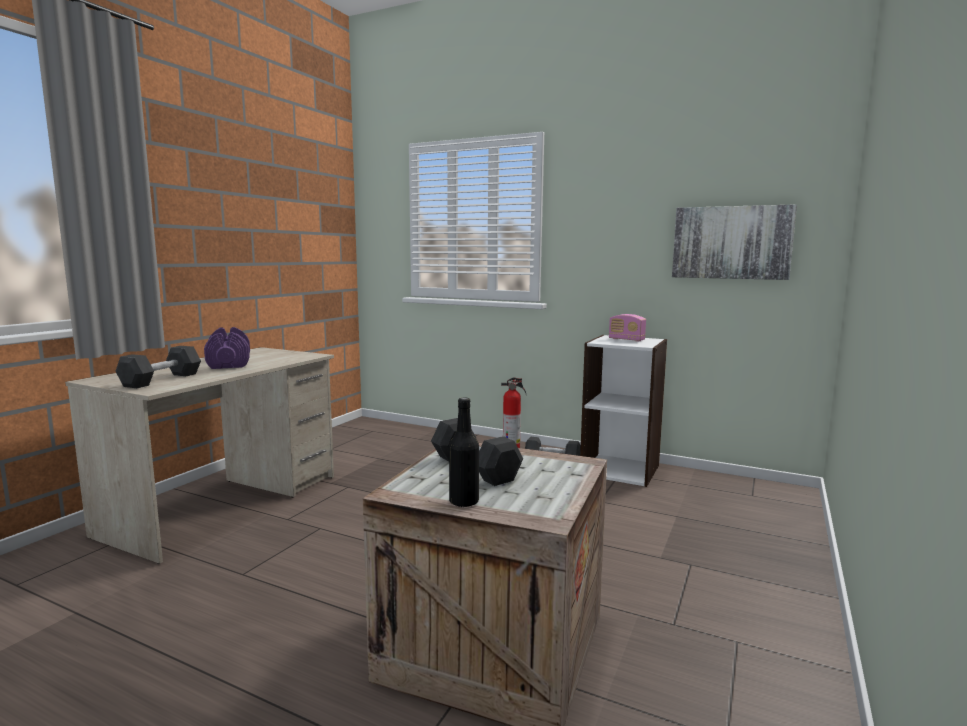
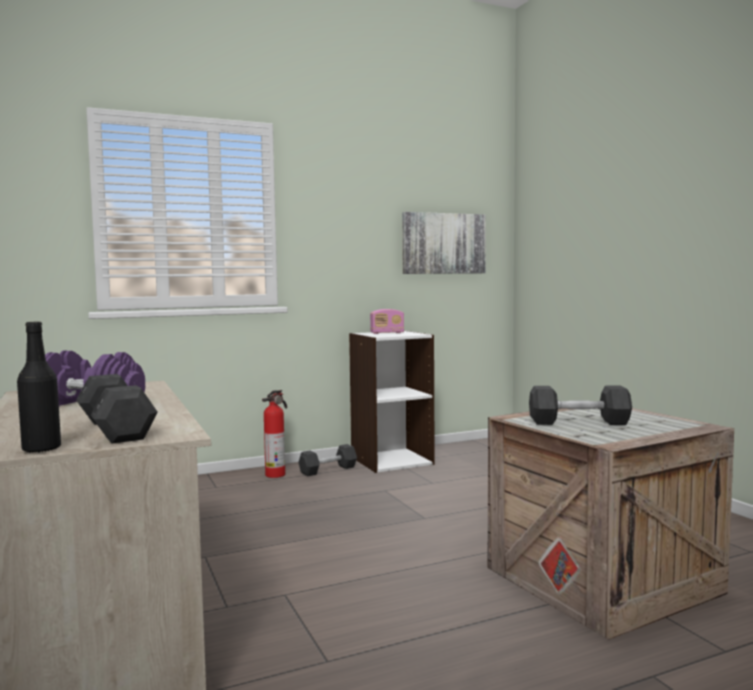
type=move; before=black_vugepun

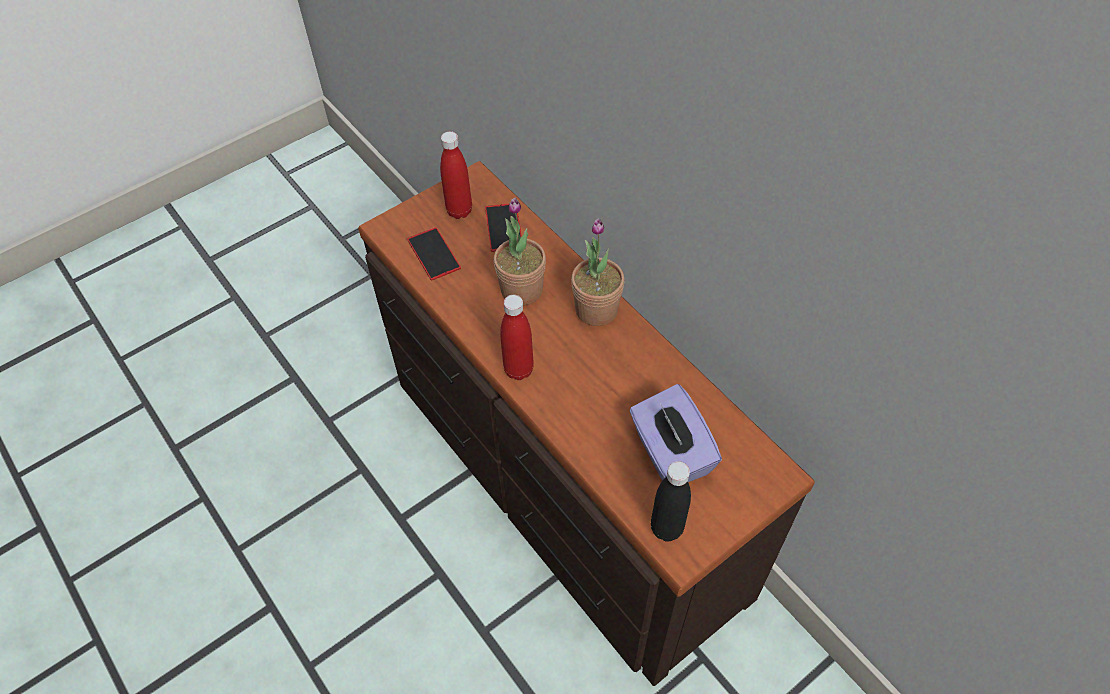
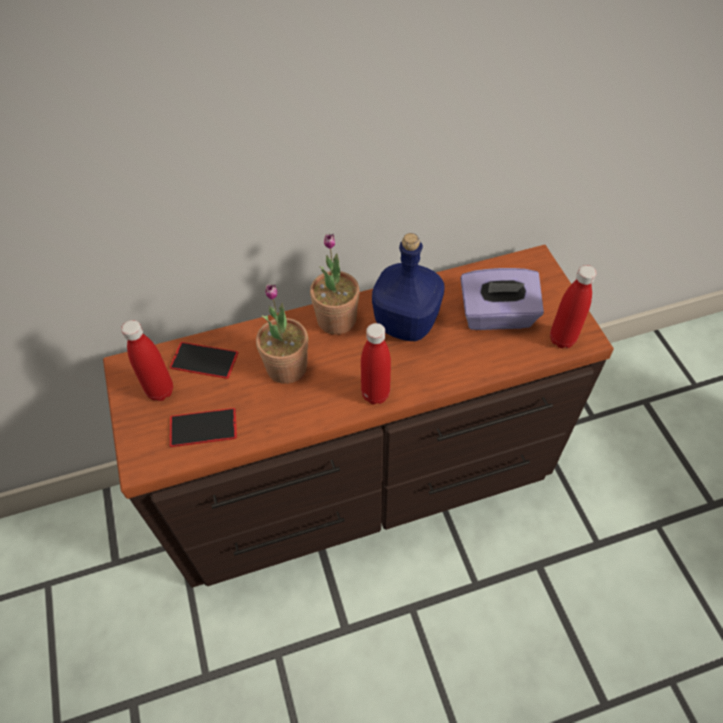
type=recolor; before=black_vugepun; after=red_vugepun (3rd from left)
type=insert; after=blue_vugepun

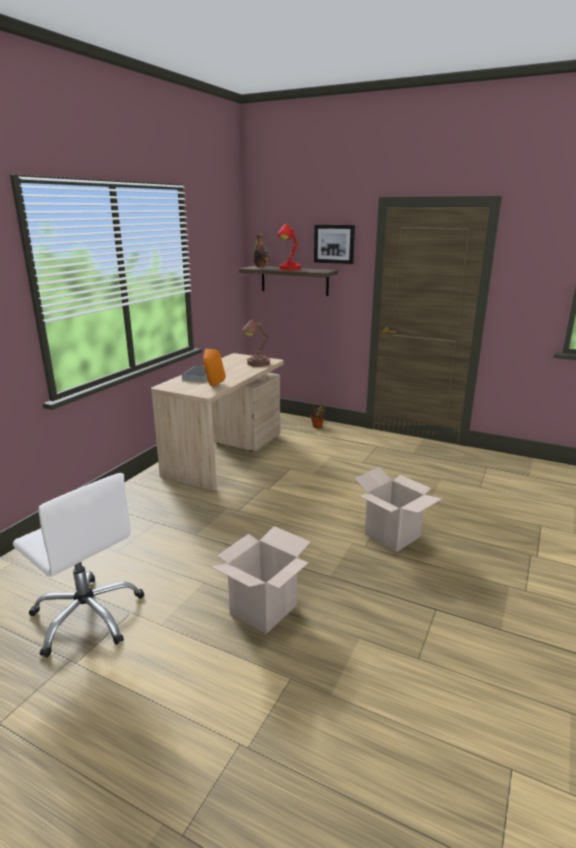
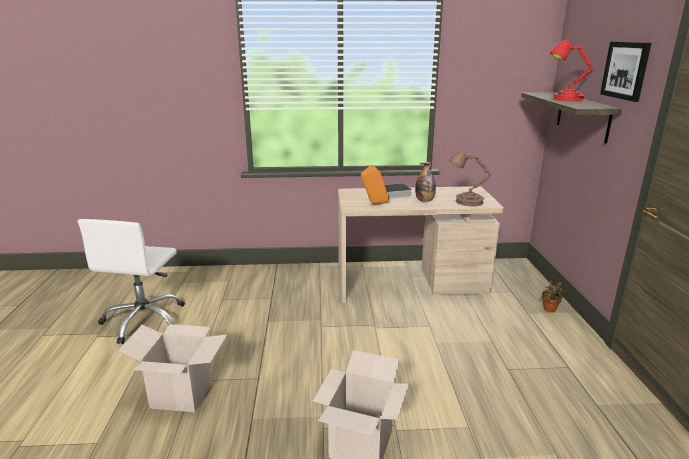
type=move; before=vugepun

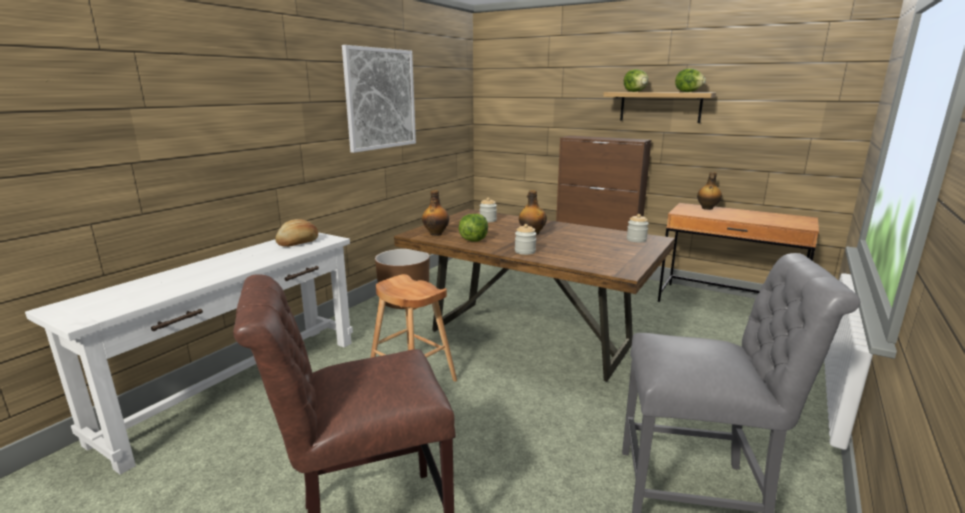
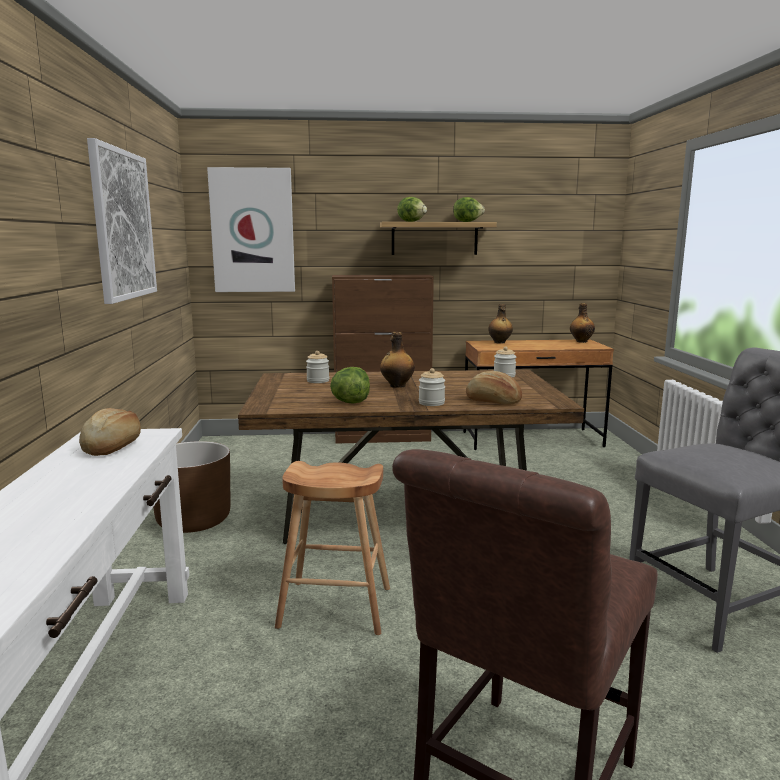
type=move; before=vugepun (1st from left in the first image); after=vugepun (3rd from left)
type=insert; after=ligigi (2nd from left)
type=insert; after=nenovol (2nd from left)

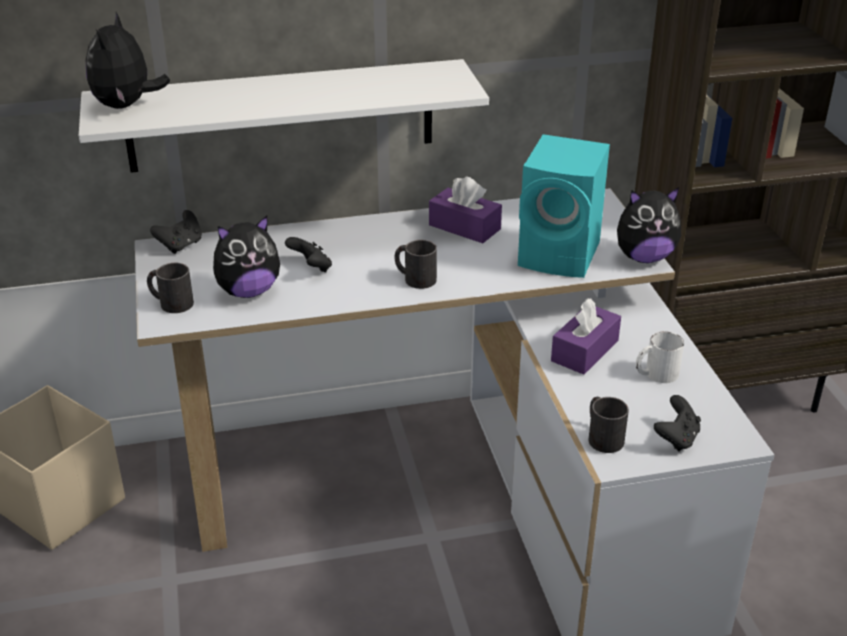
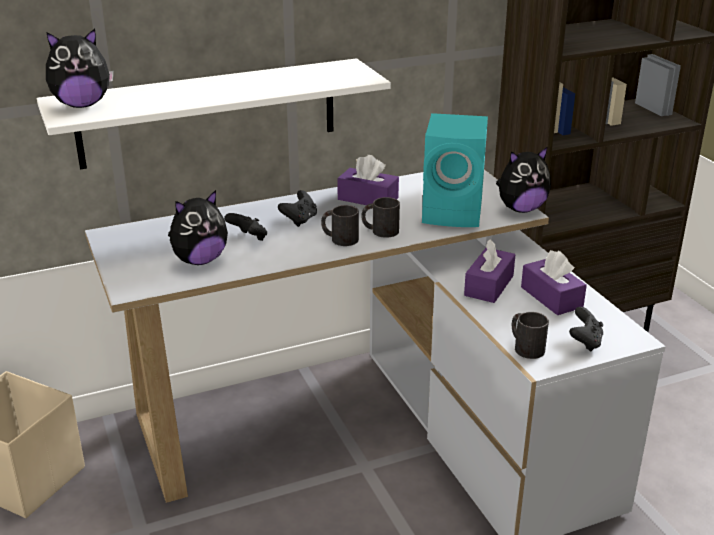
type=rotate; before=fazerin (1st from left); turn=-105
type=move; before=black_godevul (1st from left in the first image); after=black_godevul (2nd from left)
type=move; before=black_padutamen (1st from left in the first image); after=black_padutamen (2nd from left)
type=replace; before=white_padutamen; after=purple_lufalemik (3rd from left)

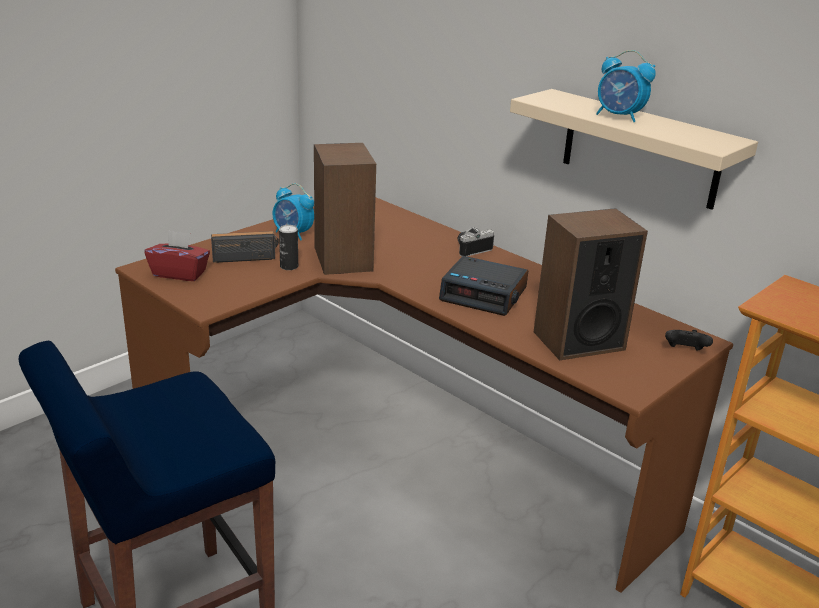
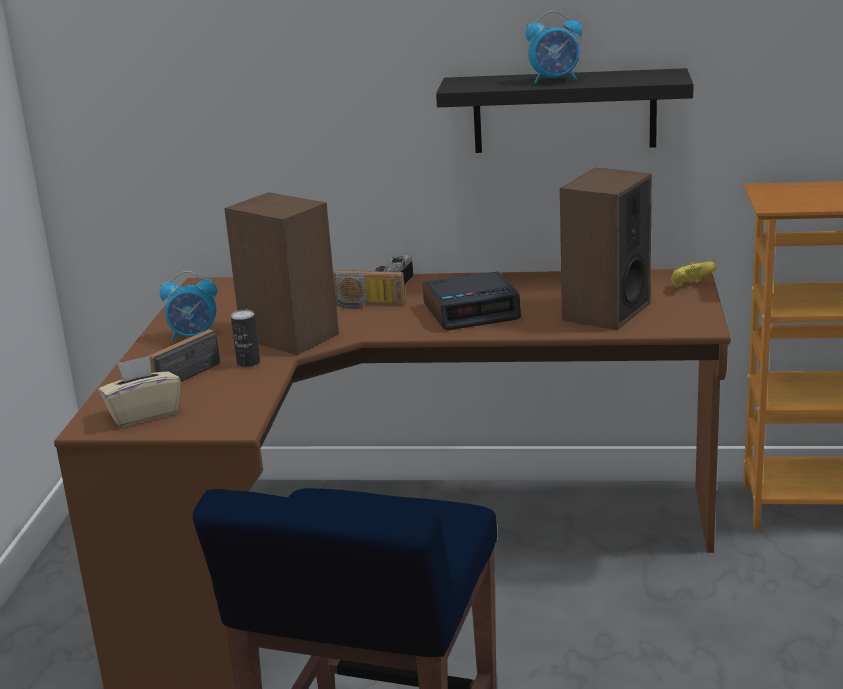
type=recolor; before=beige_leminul; after=black_leminul
type=recolor; before=red_lufalemik; after=beige_lufalemik
type=recolor; before=black_godevul; after=yellow_godevul
type=insert; after=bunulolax (2nd from left)

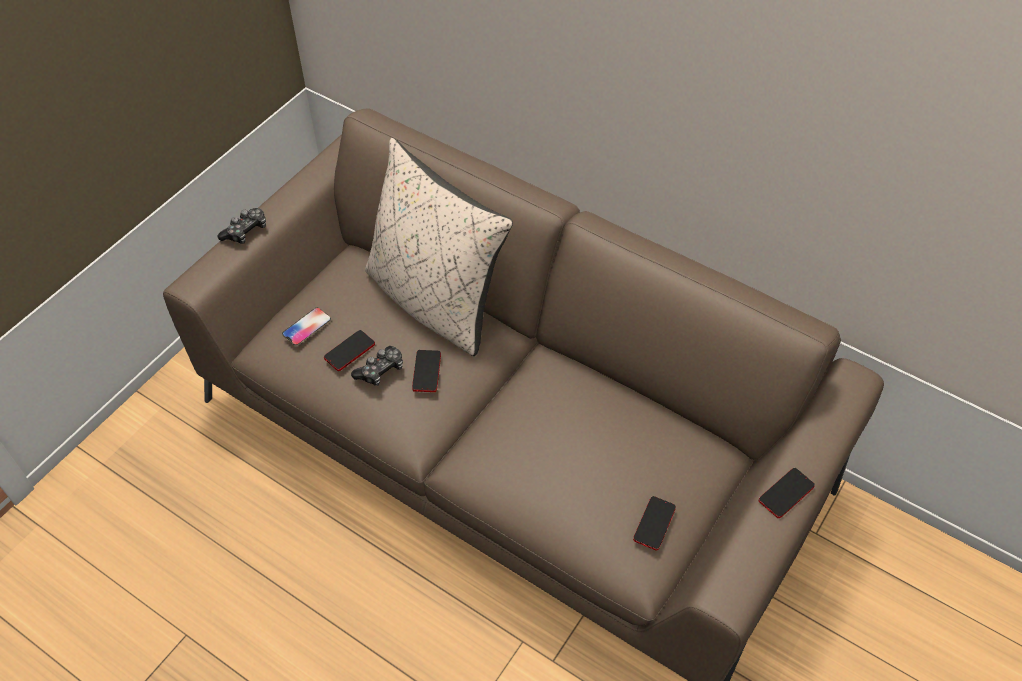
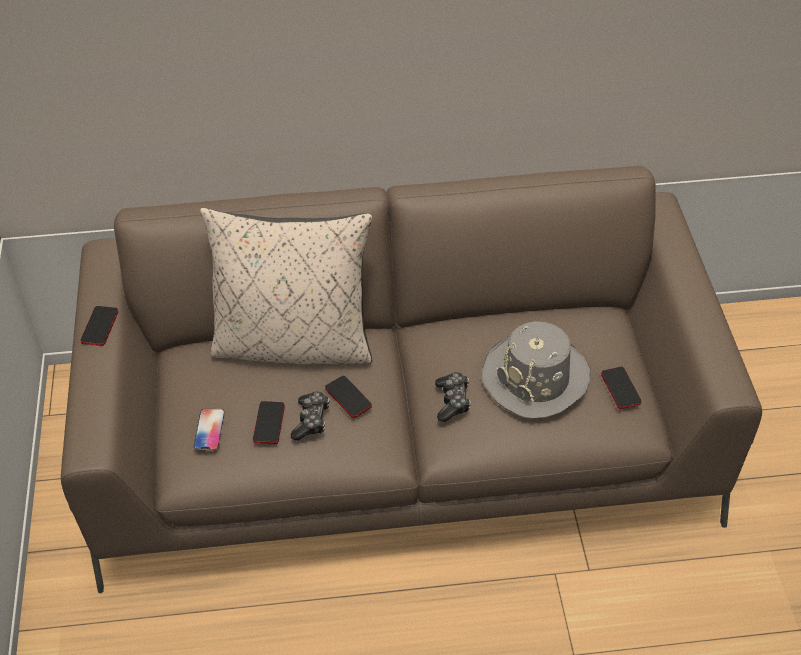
type=move; before=godevul (1st from left in the first image); after=godevul (2nd from left)
type=move; before=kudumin (5th from left in the first image); after=kudumin (1st from left)
type=insert; after=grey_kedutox

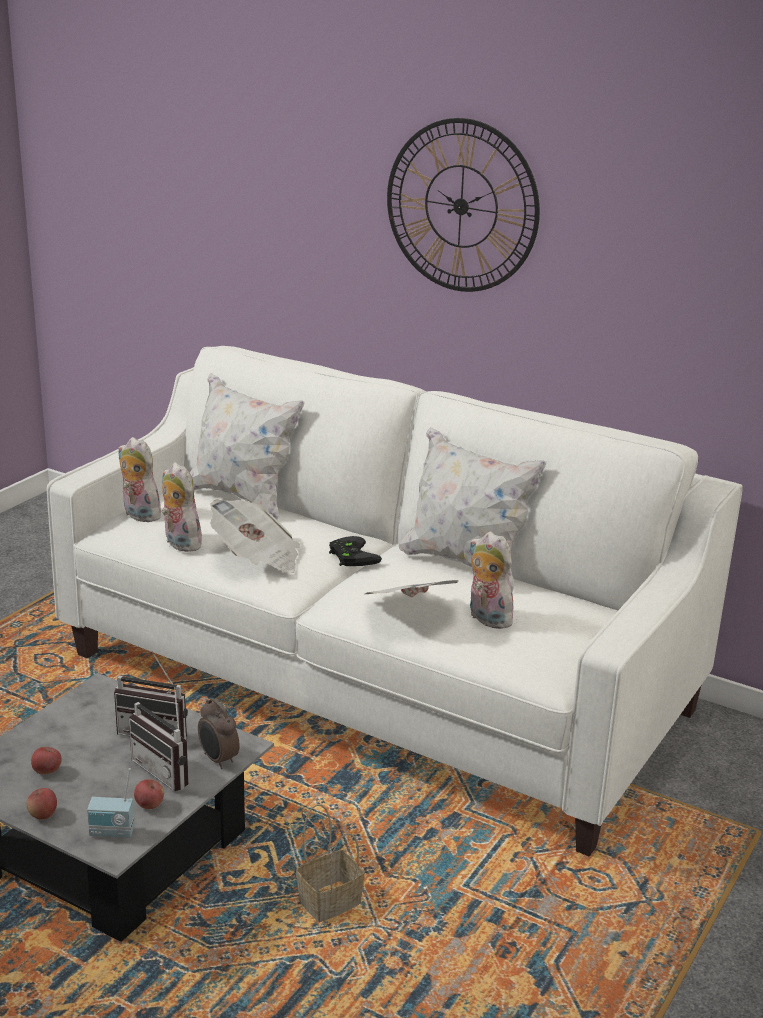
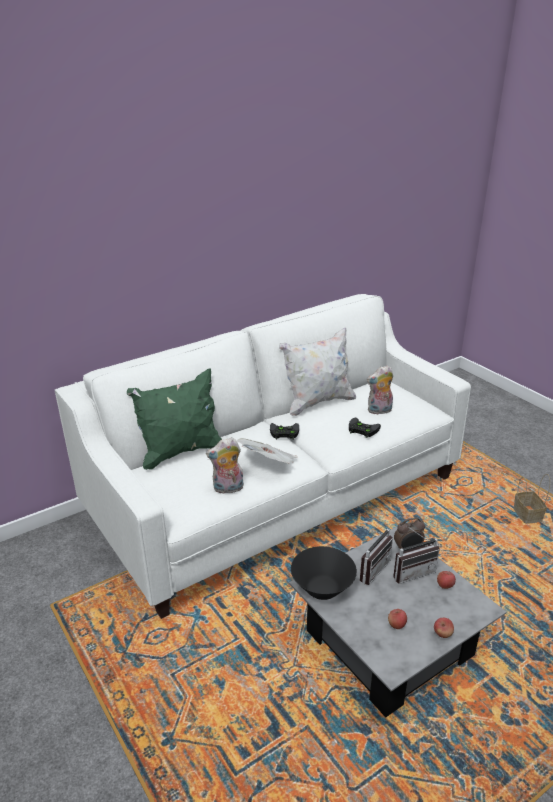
type=delete; before=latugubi
type=recolor; before=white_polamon (1st from left); after=green_polamon
type=delete; before=fazerin (1st from left)
type=replace; before=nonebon (2nd from left); after=black_godevul (2nd from left)
type=delete; before=bunulolax (1st from left)
type=move; before=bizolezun
type=insert; after=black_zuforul

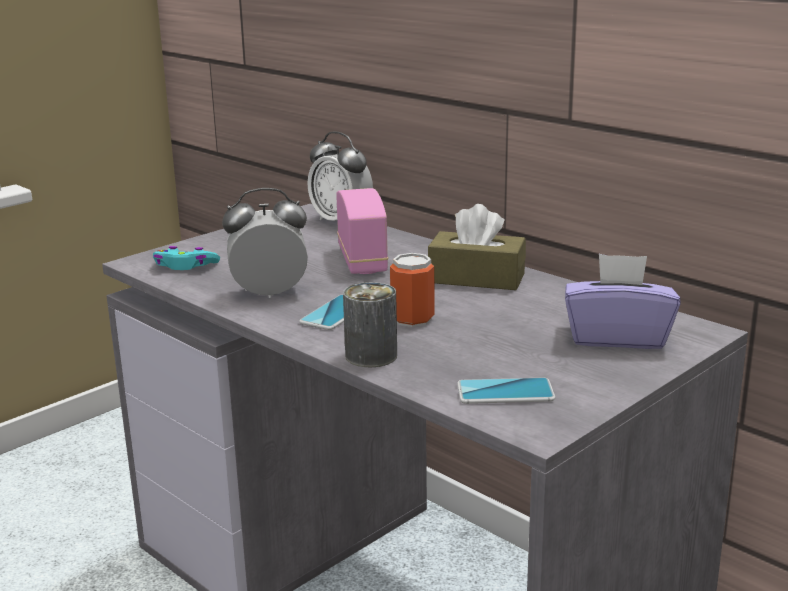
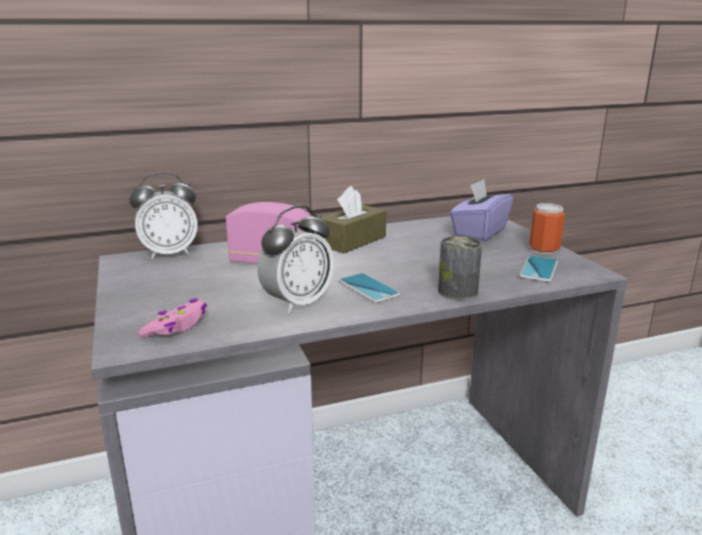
type=rotate; before=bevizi (1st from left in the first image); turn=-150
type=recolor; before=turquoise_godevul; after=pink_godevul
type=move; before=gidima (2nd from left)

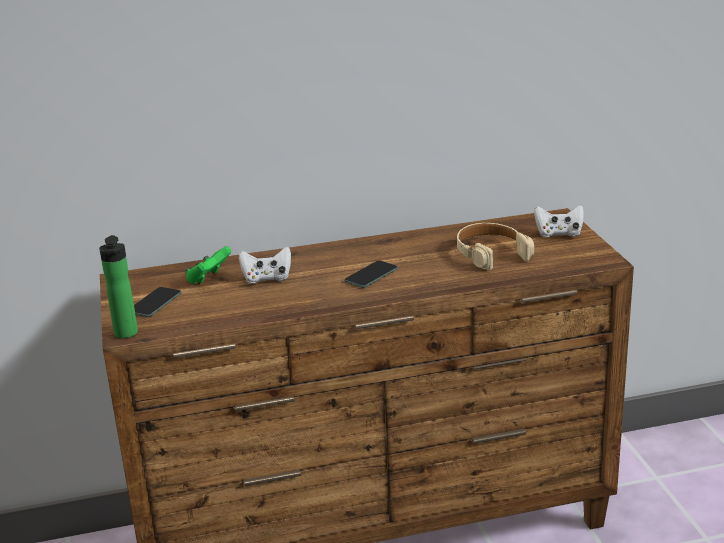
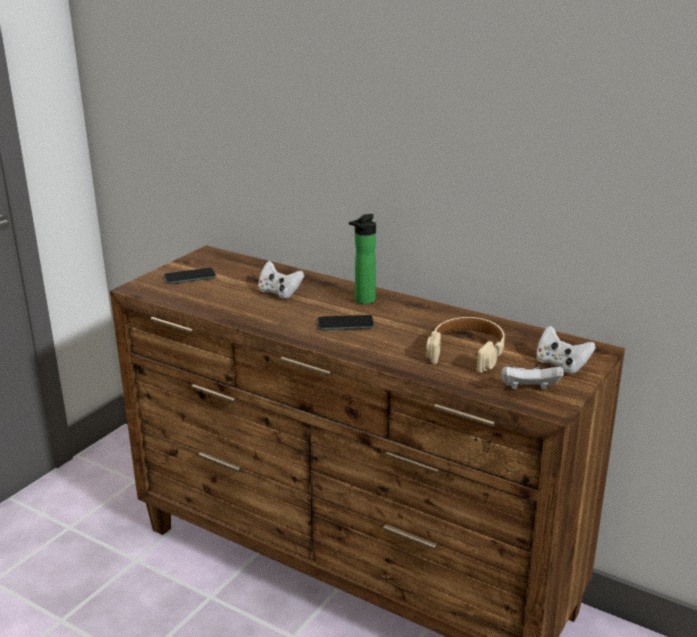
type=move; before=vugepun
type=delete; before=green_godevul
type=insert; after=white_godevul (2nd from left)

